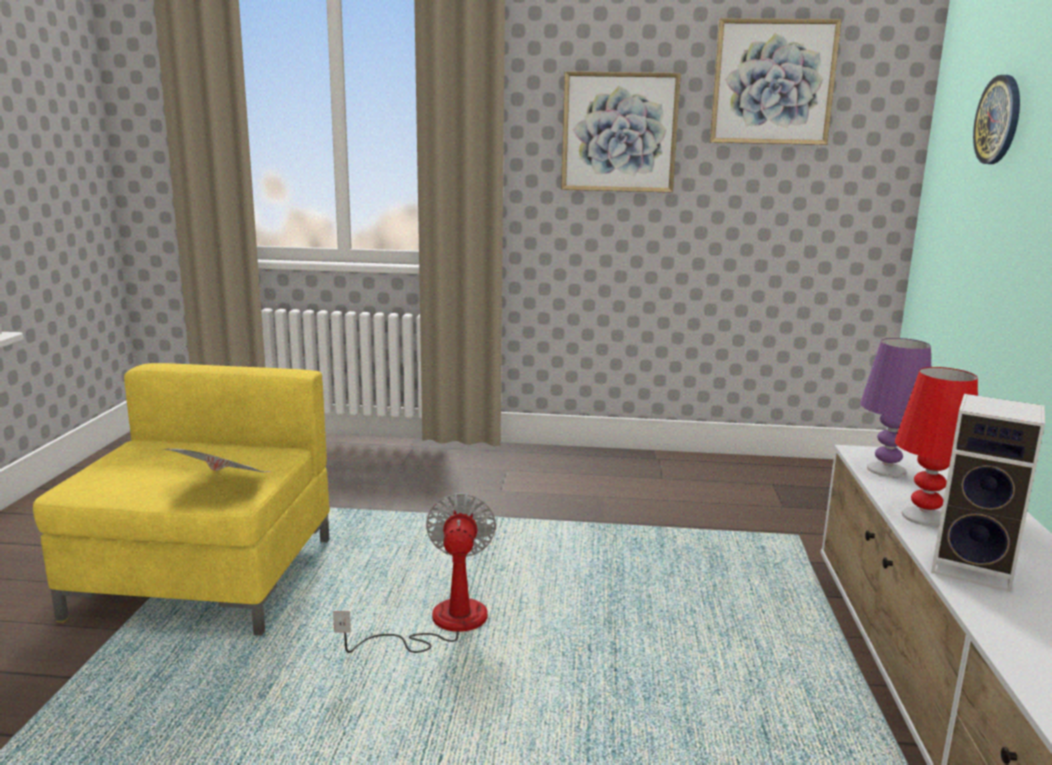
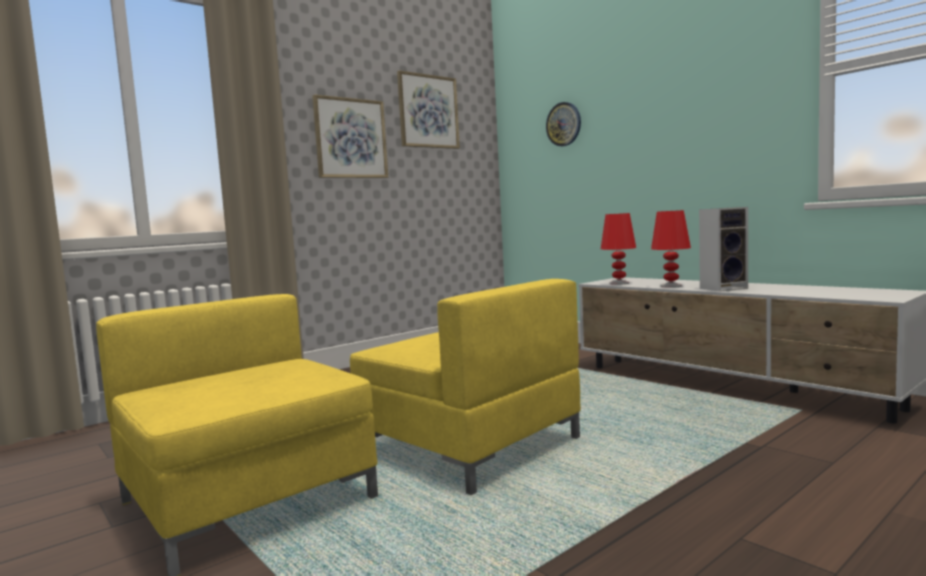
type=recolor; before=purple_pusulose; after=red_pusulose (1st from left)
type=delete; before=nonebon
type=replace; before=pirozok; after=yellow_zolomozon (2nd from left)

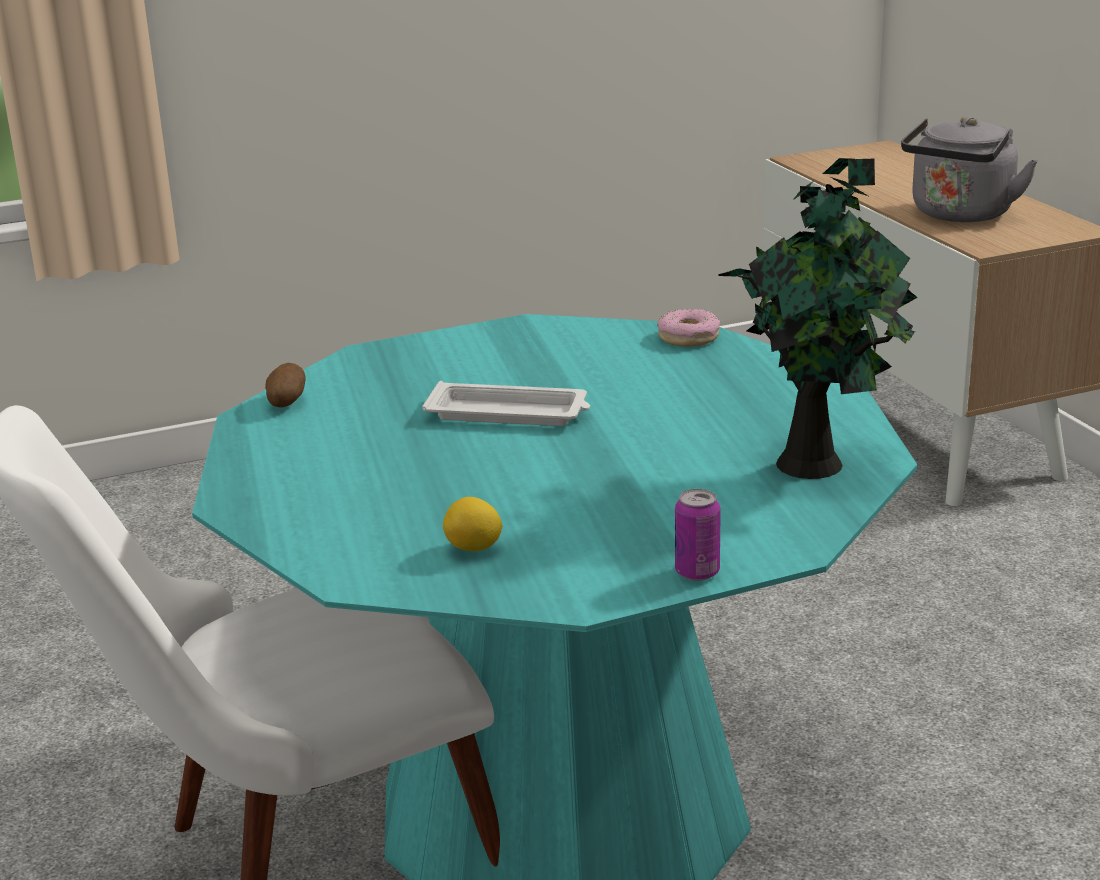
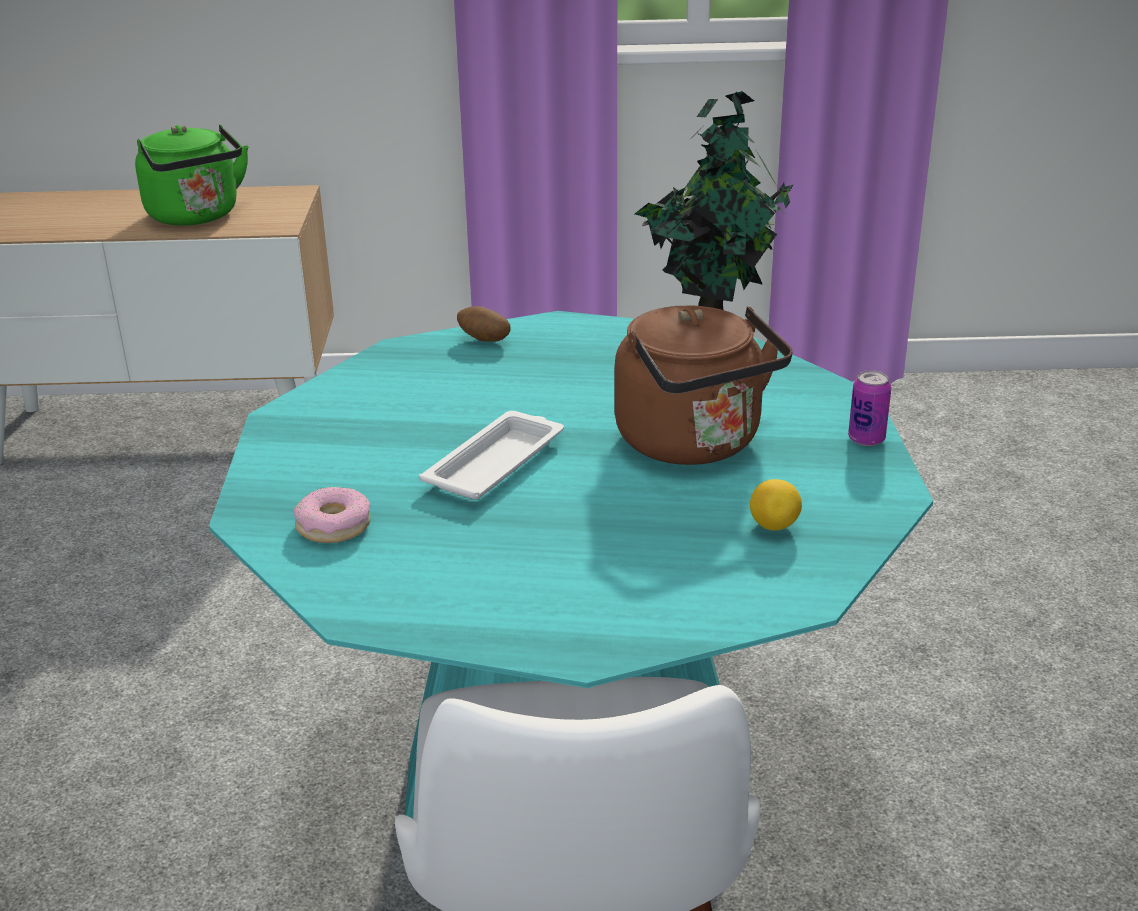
type=recolor; before=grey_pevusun; after=green_pevusun
type=move; before=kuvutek
type=move; before=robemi
type=insert; after=brown_pevusun

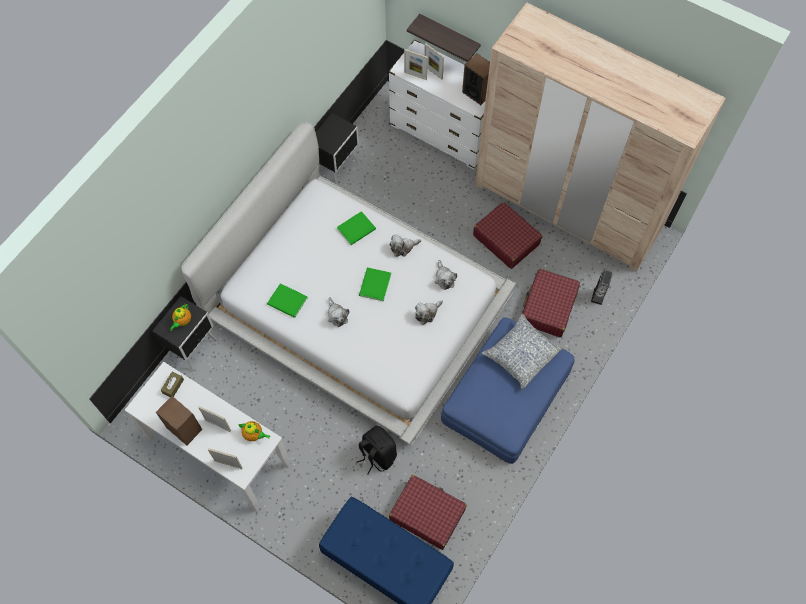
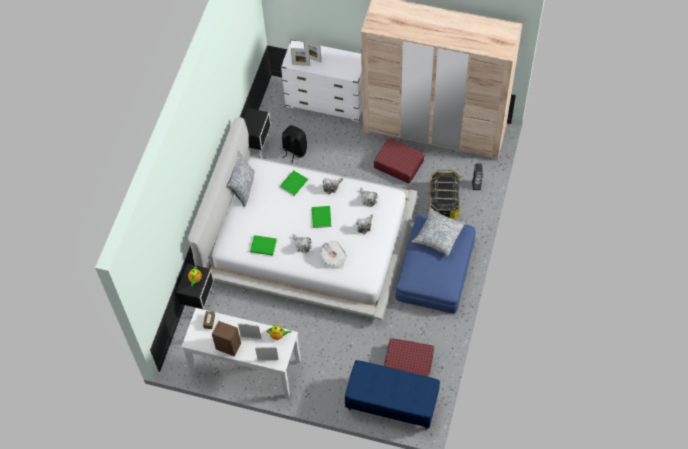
type=delete; before=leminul
type=delete; before=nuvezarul (2nd from left)
type=replace; before=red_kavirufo (3rd from left); after=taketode
type=move; before=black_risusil
type=insert; after=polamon (1st from left)
type=insert; after=nonebon

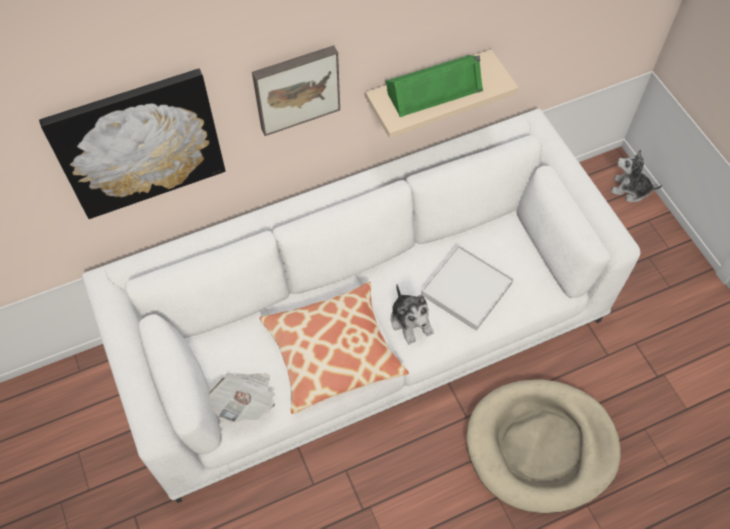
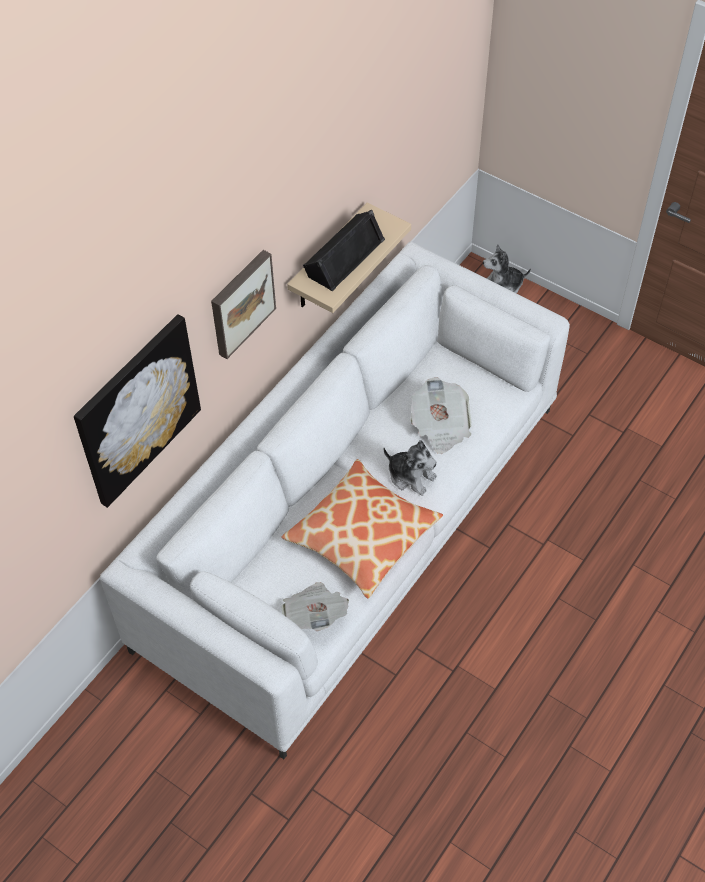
type=recolor; before=green_nuvezarul; after=black_nuvezarul
type=replace; before=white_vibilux; after=nonebon (2nd from left)
type=delete; before=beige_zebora

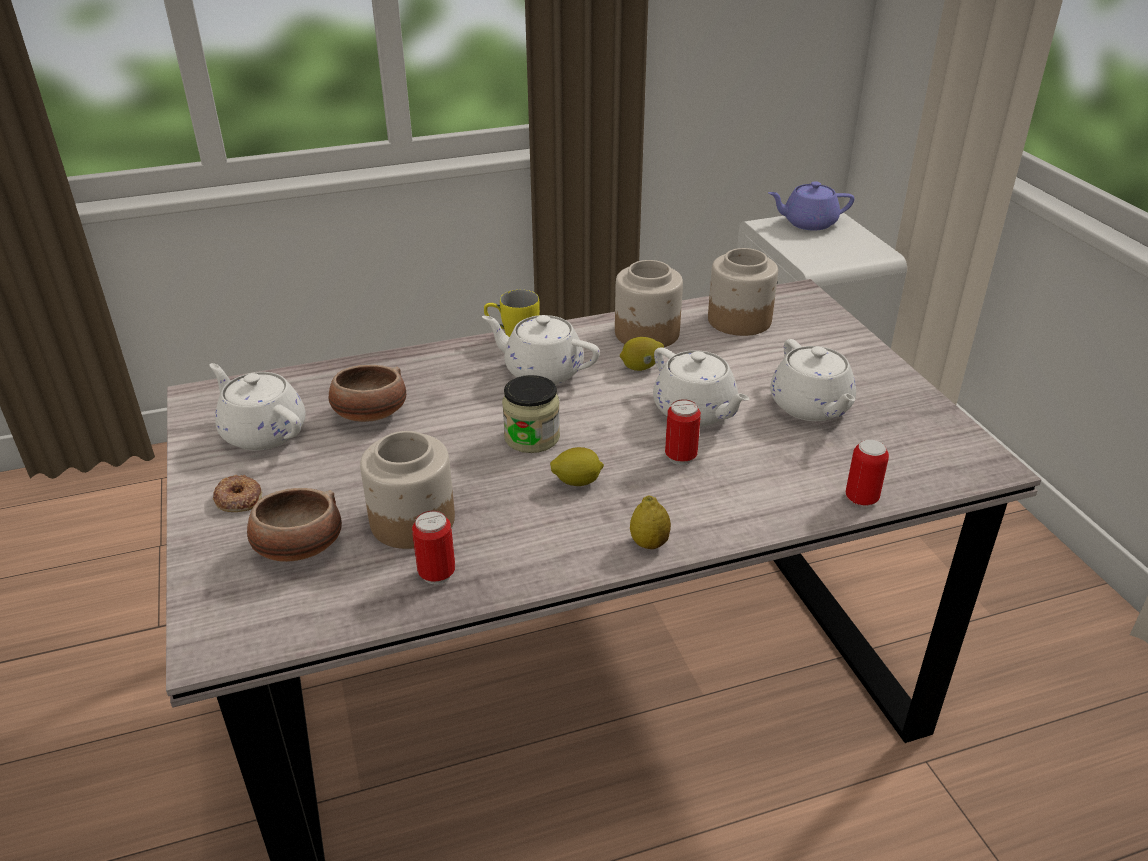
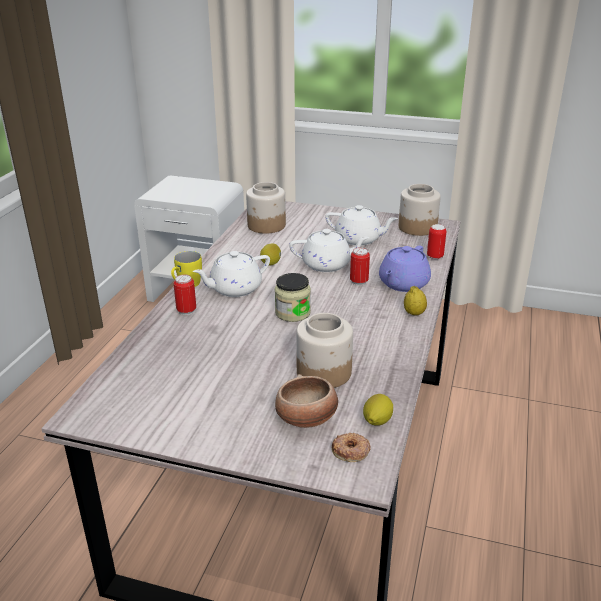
type=move; before=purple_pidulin
type=move; before=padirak (3rd from left in the first image); after=padirak (4th from left)
type=delete; before=white_pidulin (1st from left)
type=delete; before=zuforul (2nd from left)
type=move; before=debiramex (1st from left in the first image); after=debiramex (2nd from left)
type=move; before=kuvutek
type=move; before=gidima (1st from left)

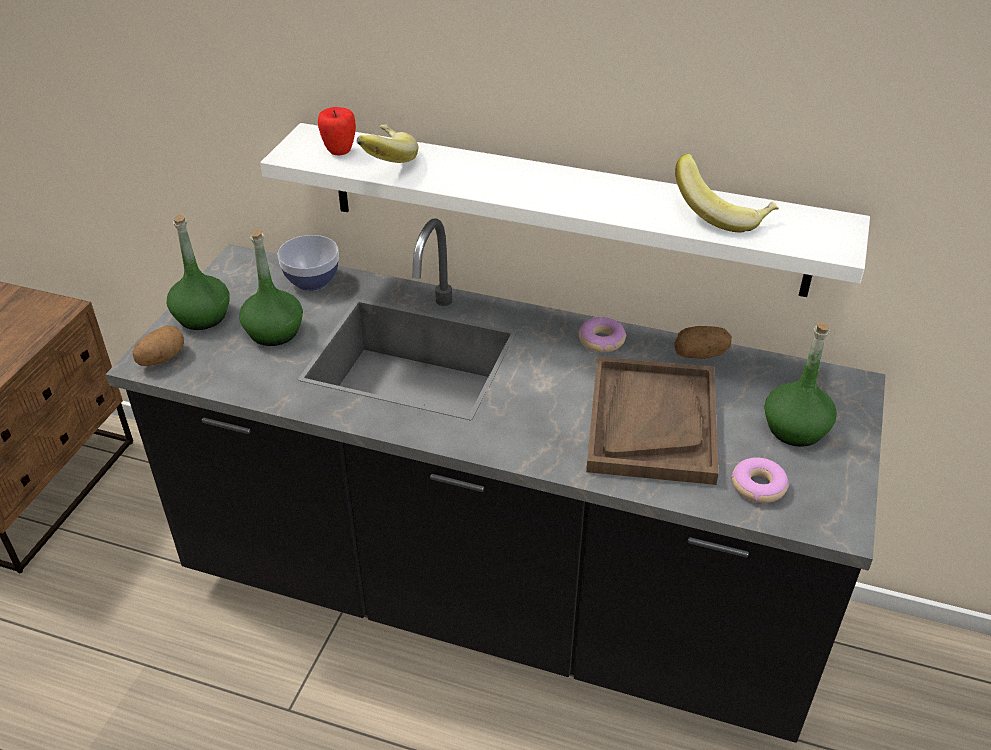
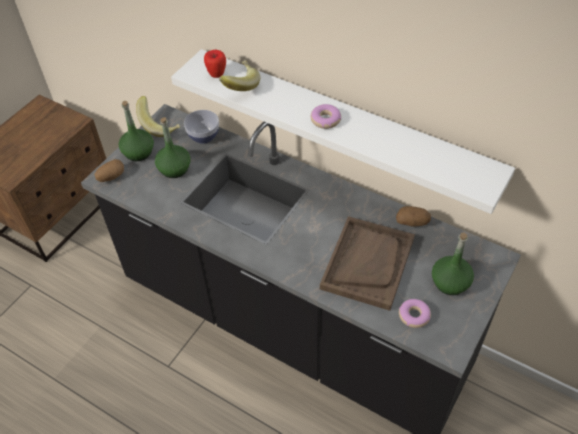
type=move; before=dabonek (2nd from left in the first image); after=dabonek (1st from left)
type=move; before=kuvutek (1st from left)

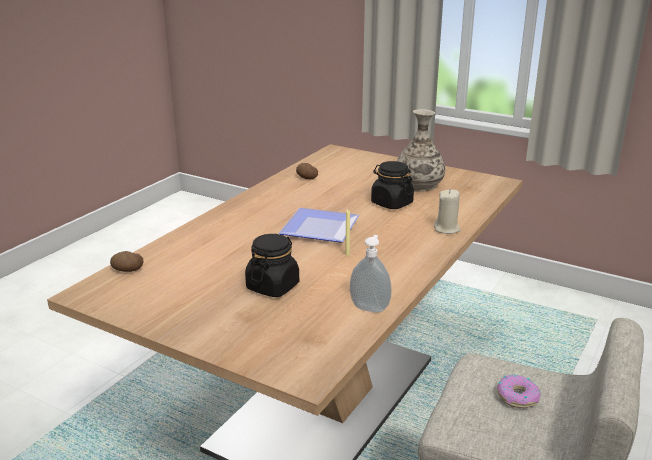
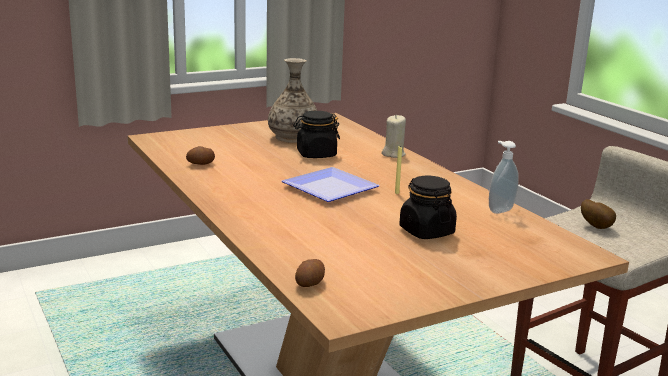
type=replace; before=kuvutek; after=robemi (3rd from left)

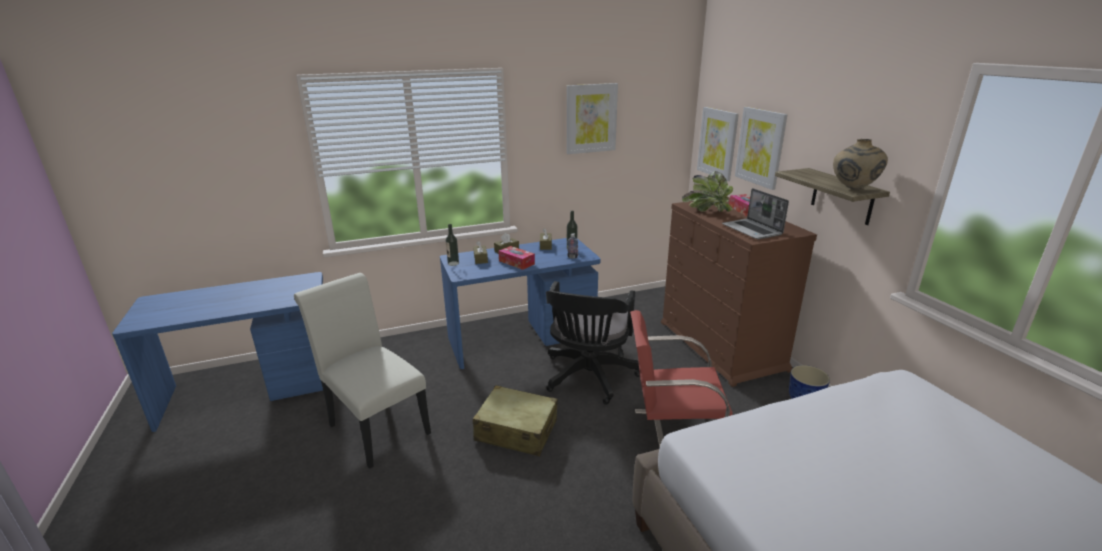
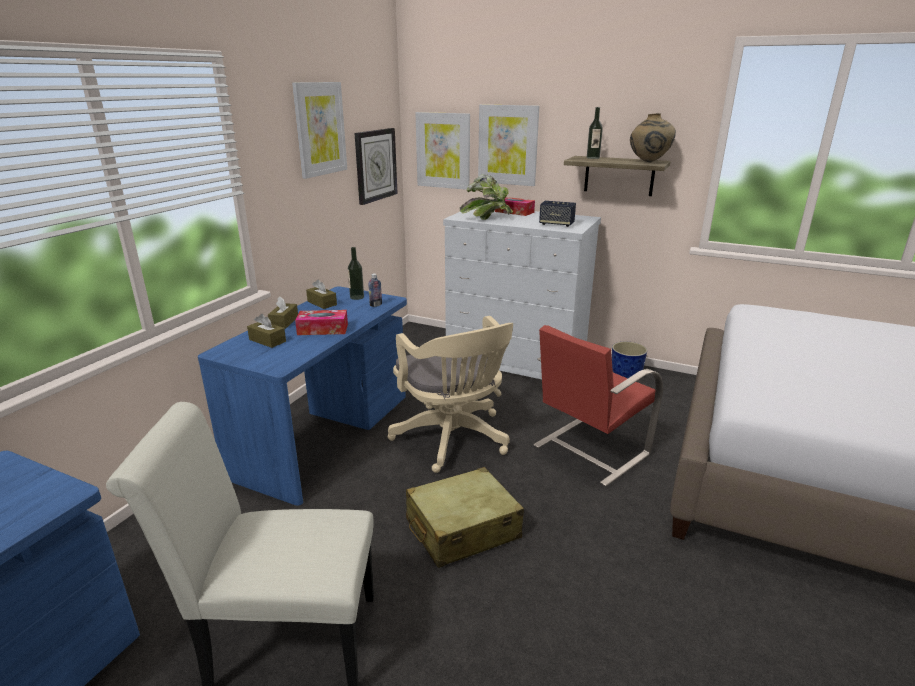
type=replace; before=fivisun; after=nuvezarul
type=recolor; before=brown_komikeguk; after=white_komikeguk
type=move; before=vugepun (1st from left in the first image); after=vugepun (3rd from left)
type=recolor; before=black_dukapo; after=beige_dukapo
type=insert; after=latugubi

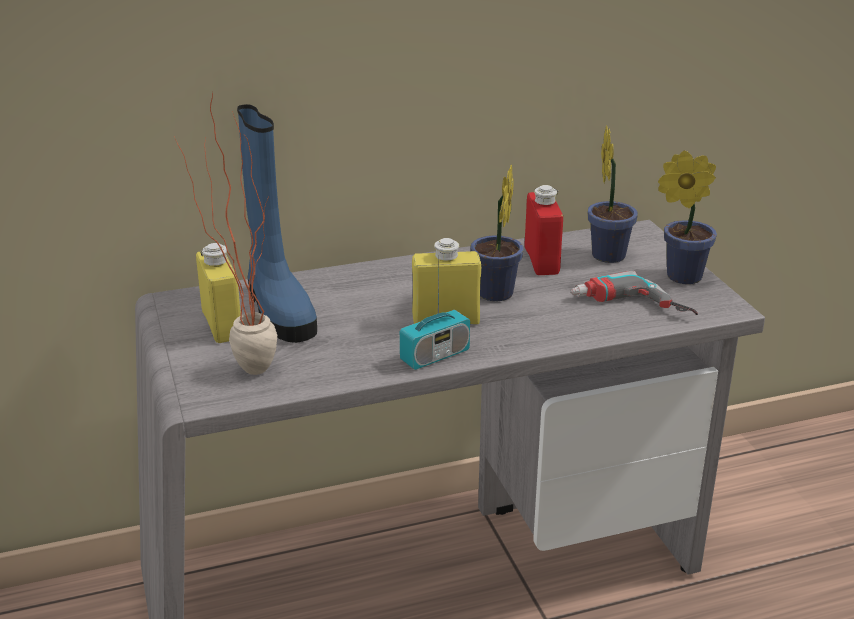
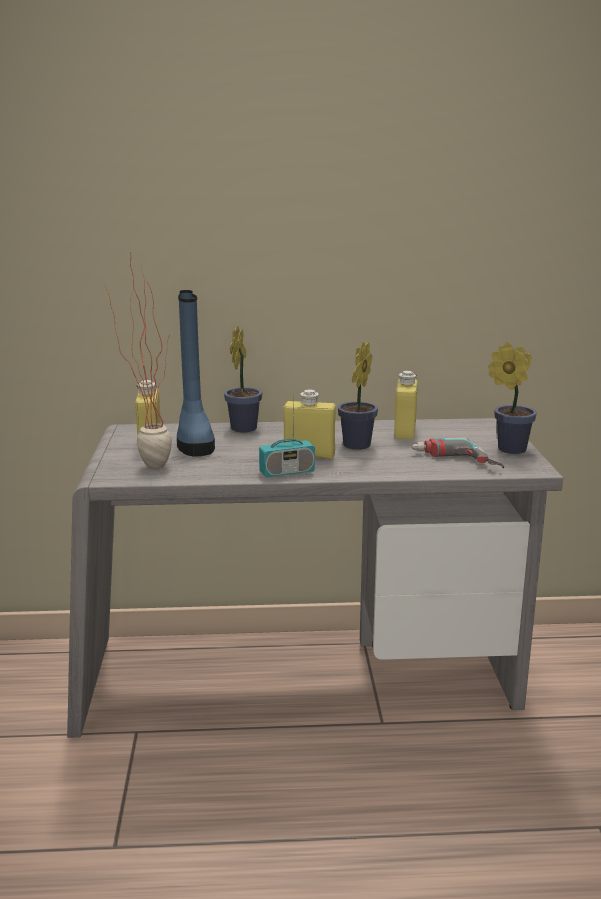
type=move; before=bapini (3rd from left in the first image); after=bapini (2nd from left)
type=recolor; before=red_vugepun; after=yellow_vugepun (3rd from left)

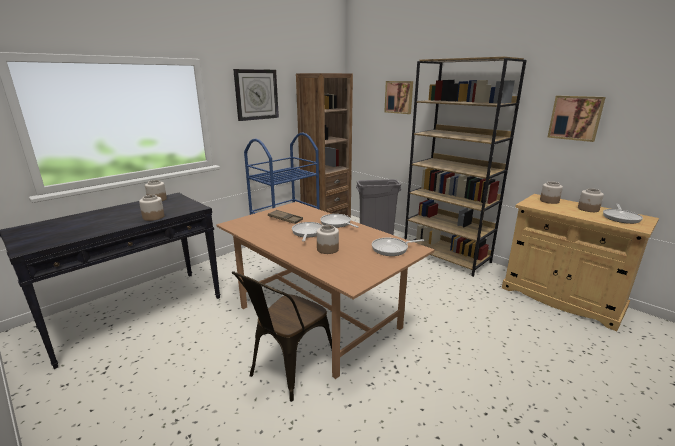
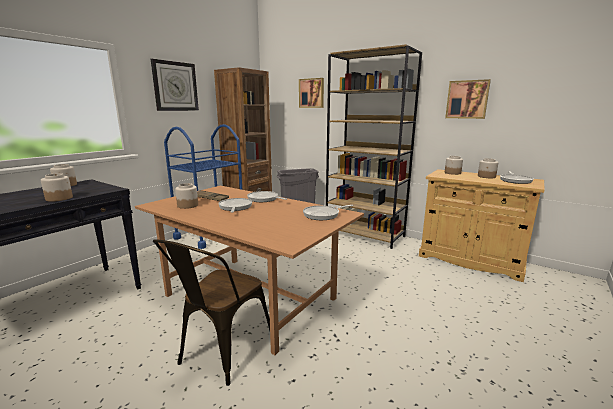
type=move; before=padirak (3rd from left)

